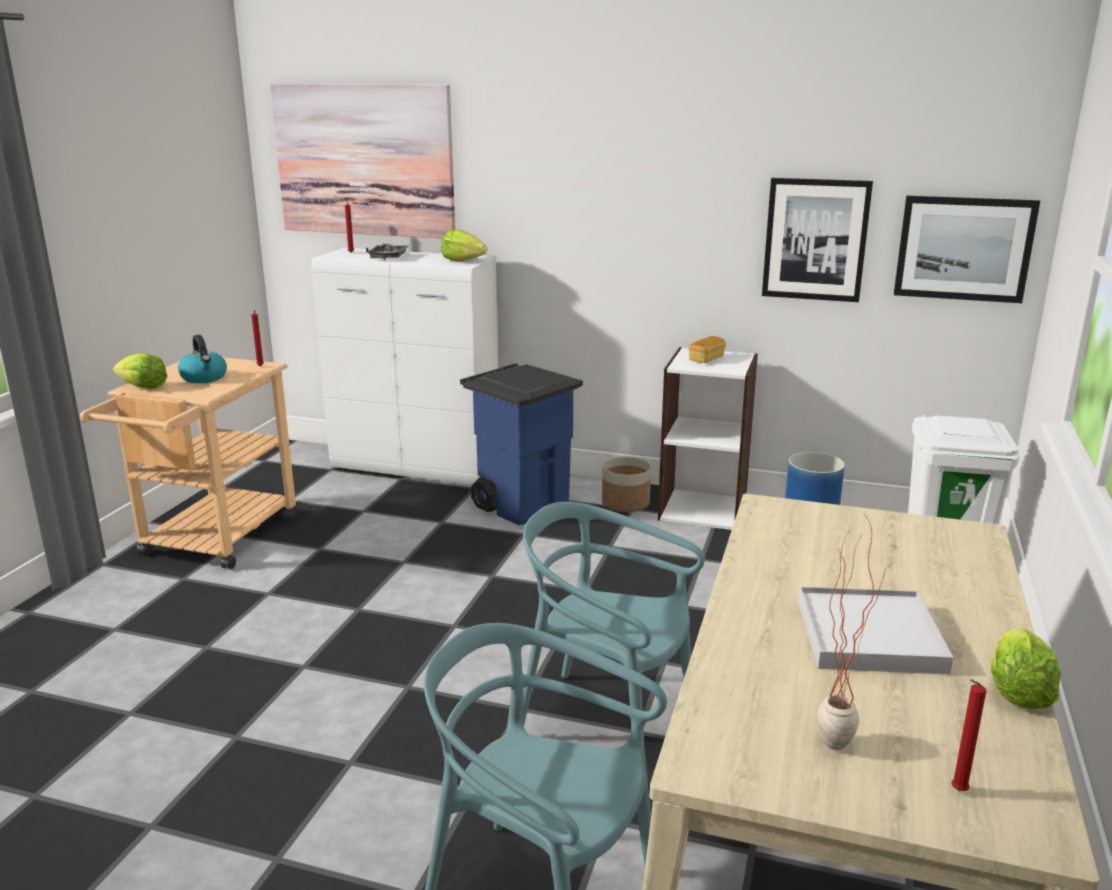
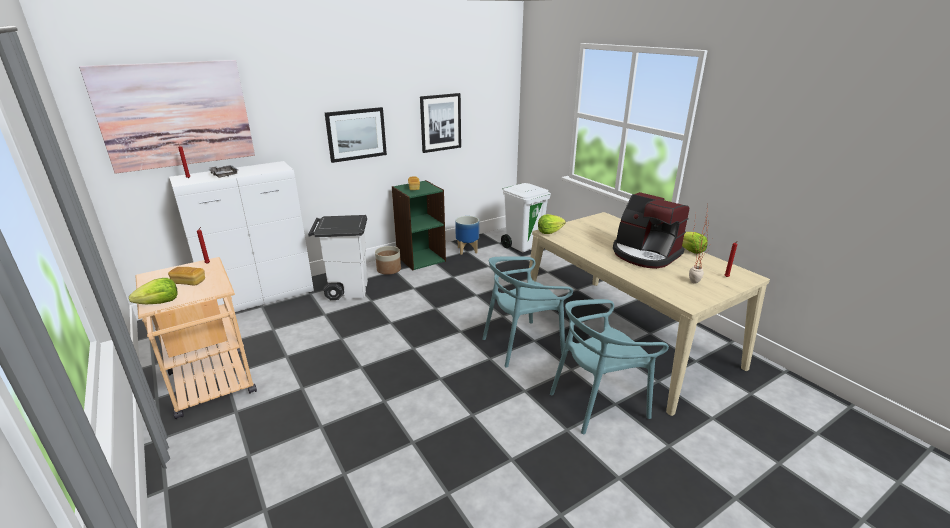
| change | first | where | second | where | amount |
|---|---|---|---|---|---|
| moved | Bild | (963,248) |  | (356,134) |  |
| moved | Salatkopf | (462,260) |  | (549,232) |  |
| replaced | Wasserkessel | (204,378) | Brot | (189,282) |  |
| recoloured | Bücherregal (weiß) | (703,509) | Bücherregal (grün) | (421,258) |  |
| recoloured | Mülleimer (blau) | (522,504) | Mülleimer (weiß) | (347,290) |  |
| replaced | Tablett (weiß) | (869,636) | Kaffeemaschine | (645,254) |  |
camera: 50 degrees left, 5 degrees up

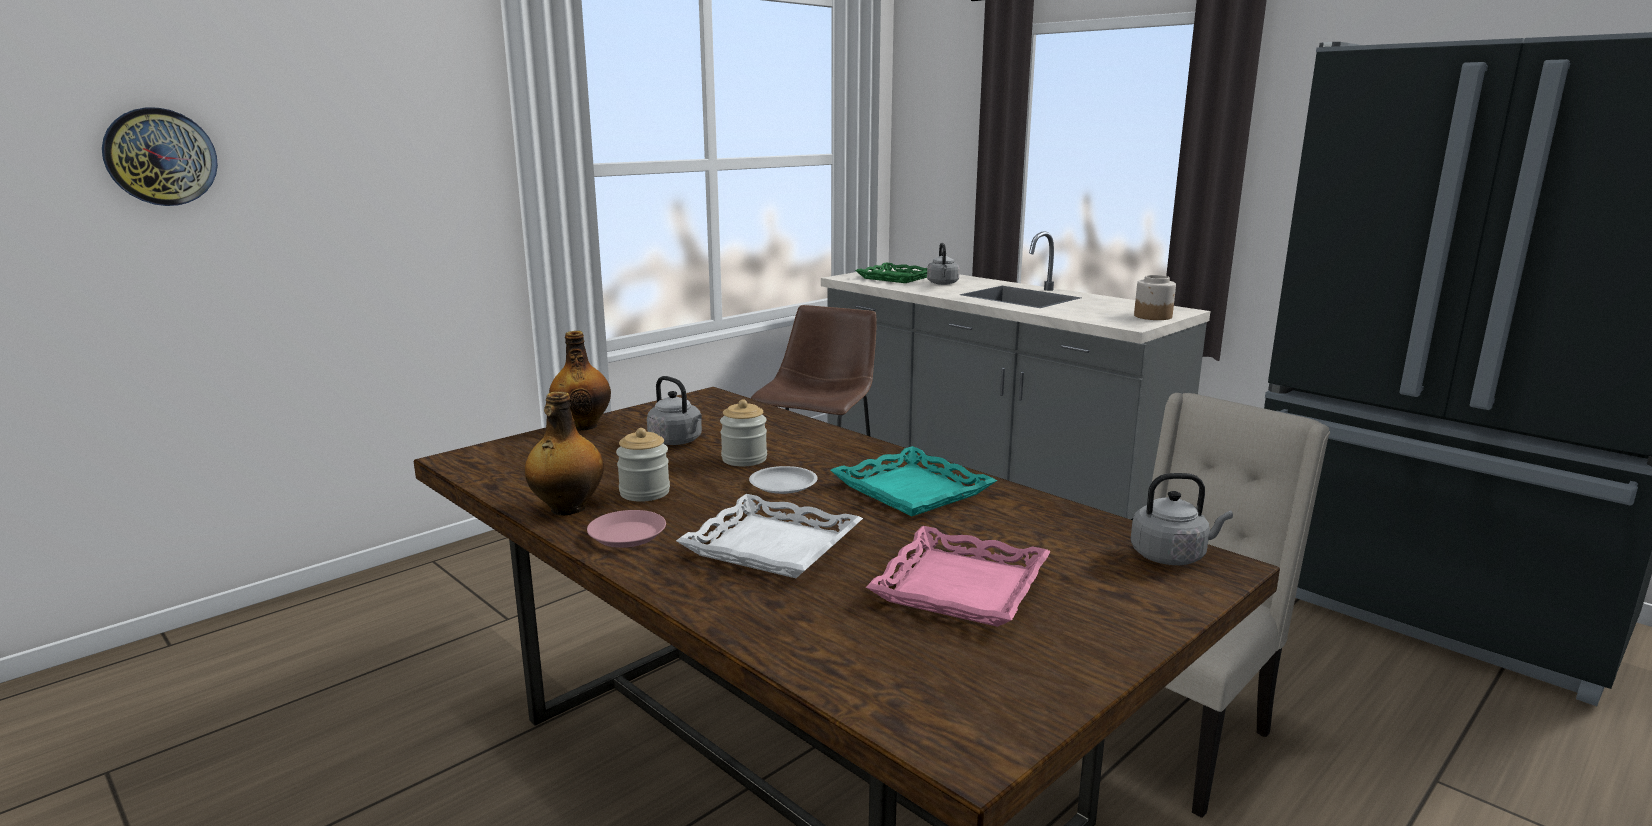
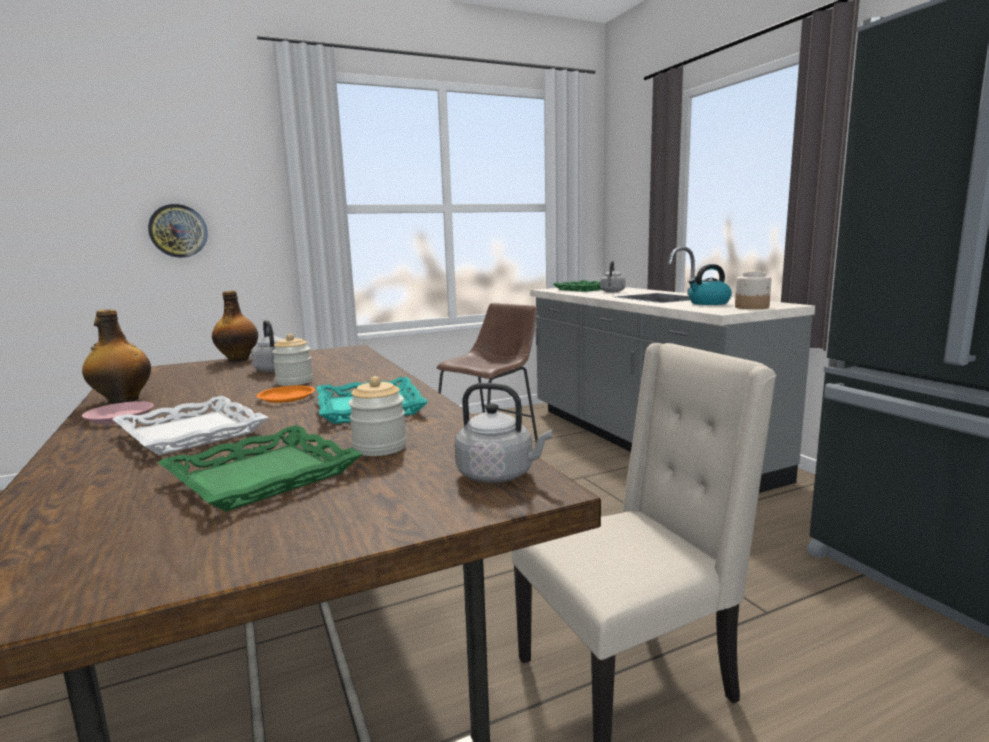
| change | first | where | second | where | amount |
|---|---|---|---|---|---|
| moved | Wanduhr | (160,157) |  | (178,231) |  |
| moved | Vorratsglas | (644,492) |  | (380,447) |  |
| recoloured | Teller (weiß) | (783,484) | Teller (orange) | (286,397) |  |
| recoloured | Tablett (rosa) | (962,587) | Tablett (grün) | (263,477) |  |
| added |  |  | Wasserkessel | (708,303) |  |
camera: 20 degrees right, 5 degrees down

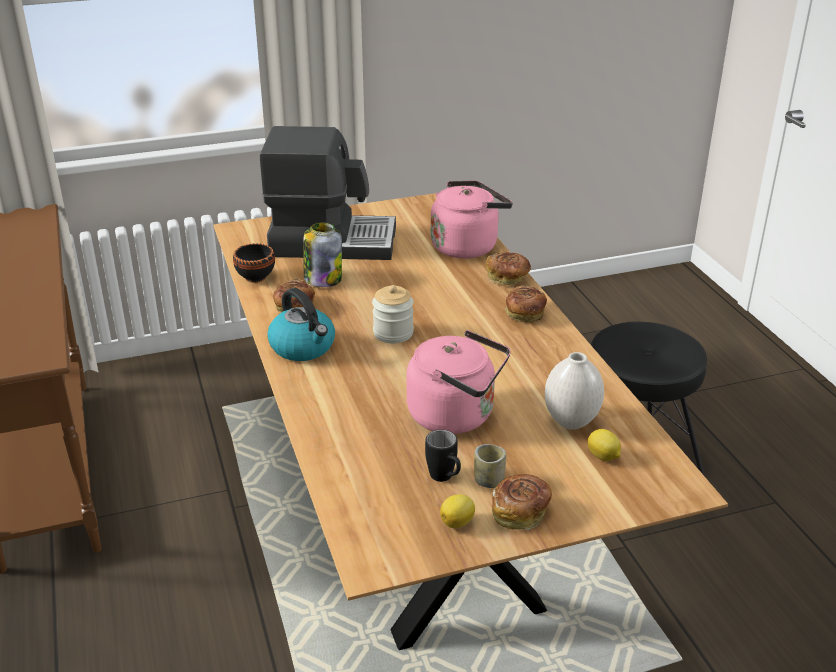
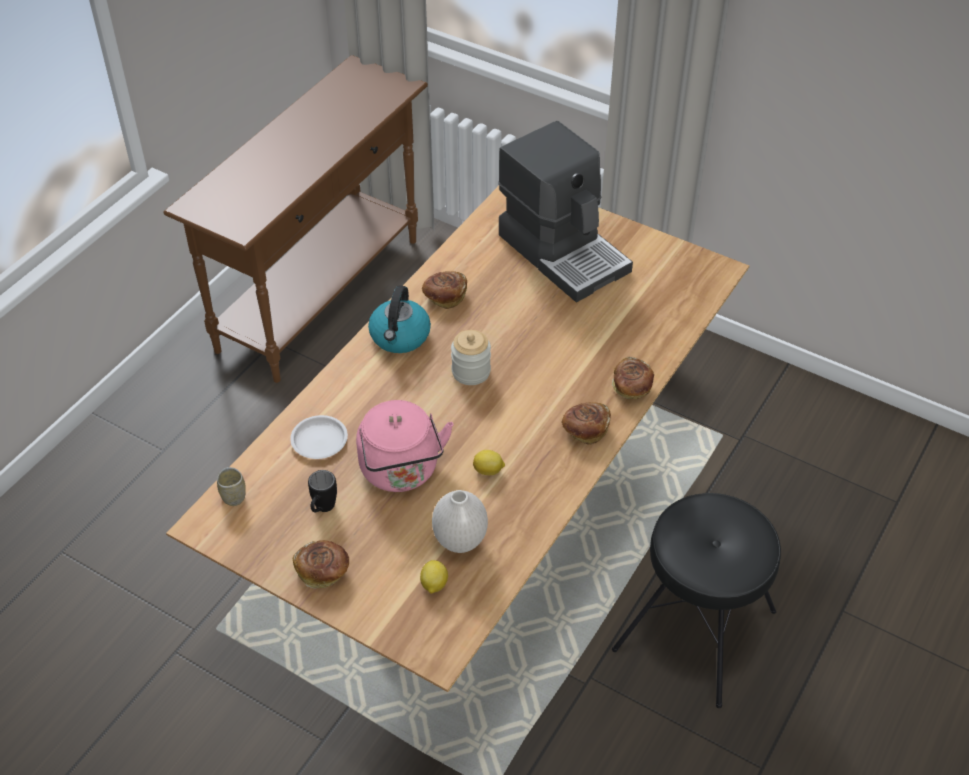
| change | first | where | second | where | amount |
|---|---|---|---|---|---|
| removed | Wasserkessel (rosa) | (467,246) |  |  |  |
| removed | Vorratsglas | (323,279) |  |  |  |
| removed | Schüssel (schwarz) | (254,278) |  |  |  |
| moved | Tasse | (489,481) |  | (233,497) |  |
| moved | Zitrone | (458,522) |  | (488,471) |  |
| added |  |  | Teller (weiß) | (319,440) |  |
camera: 50 degrees right, 15 degrees up

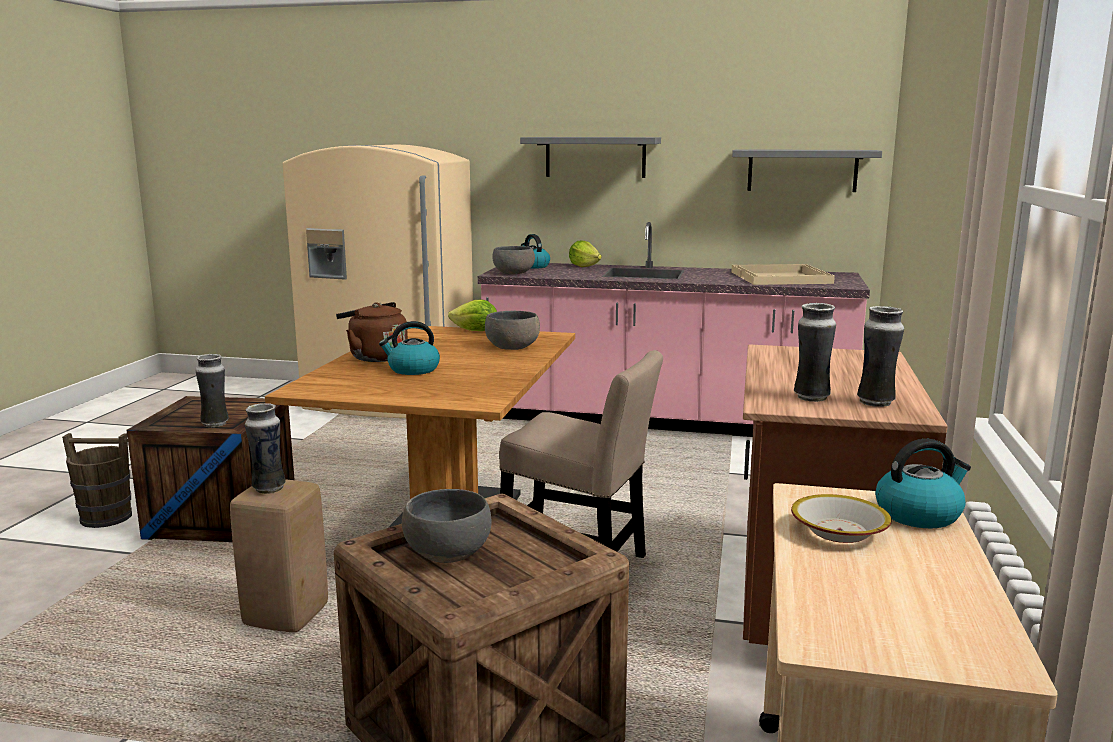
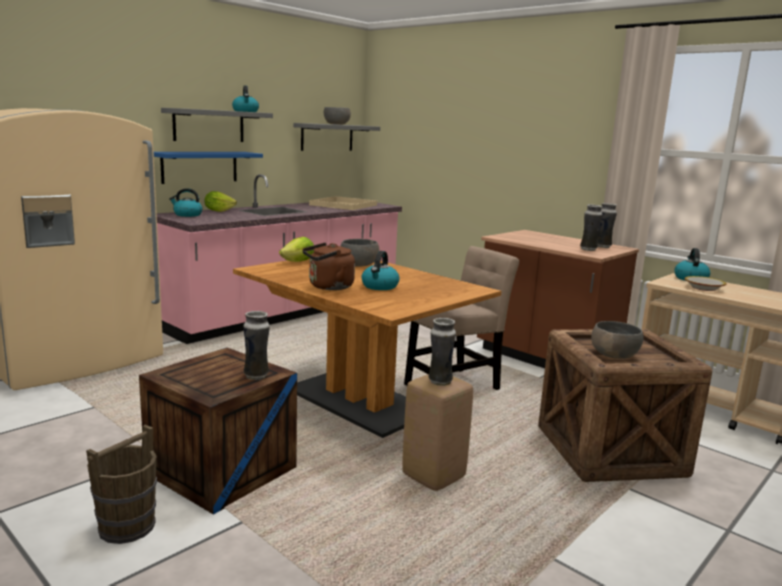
| change | first | where | second | where | amount |
|---|---|---|---|---|---|
| moved | Schüssel (grau) | (514,273) |  | (337,124) |  |
| added |  |  | Wasserkessel | (245,111) |  |
| added |  |  | Wandregal (blau) | (199,167) |  |
camera: 60 degrees left, 0 degrees up

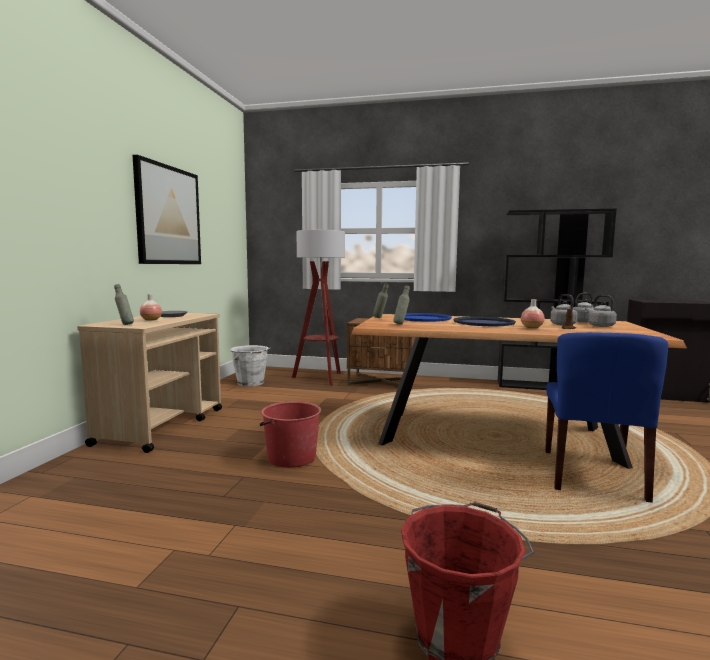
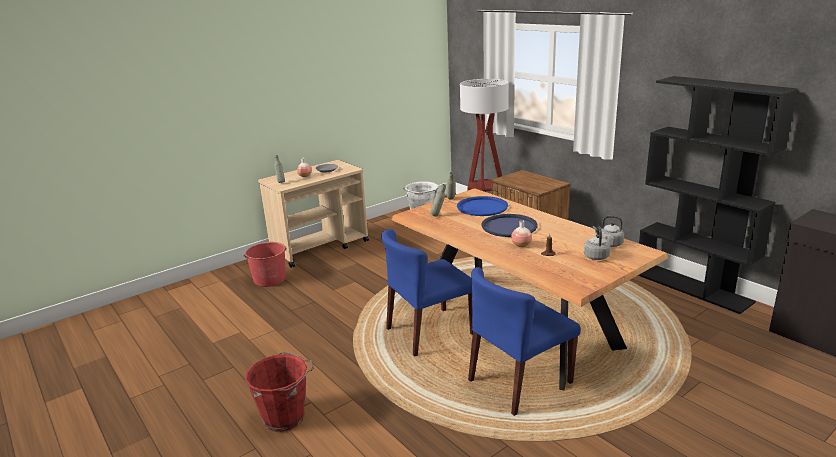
| change | first | where | second | where | amount |
|---|---|---|---|---|---|
| removed | Bild | (168,215) |  |  |  |
| removed | Wasserkessel (grau) | (562,324) |  |  |  |
| moved | Eimer (rot) | (291,457) |  | (269,279) |  |
| added |  |  | Stuhl (blau) | (429,332) |  |
camera: 40 degrees right, 15 degrees up

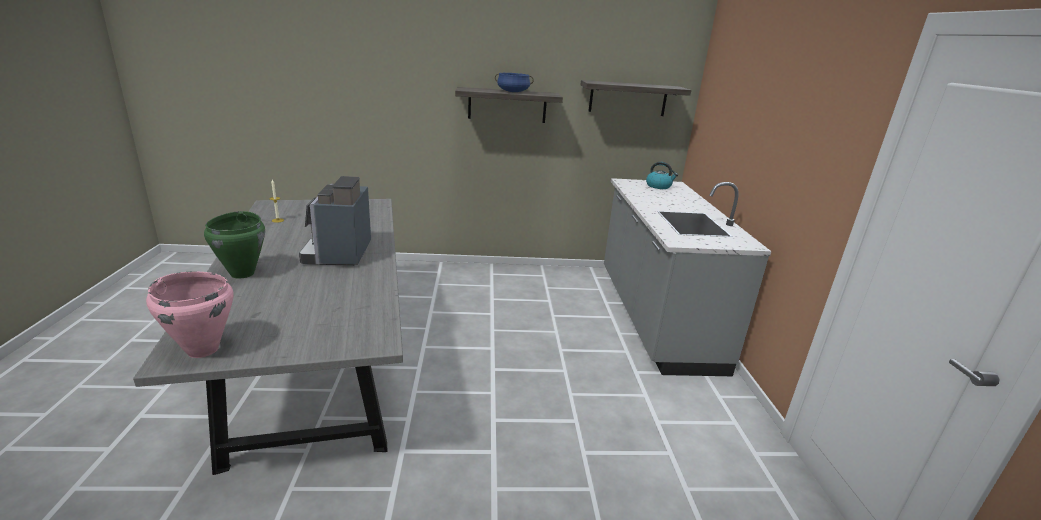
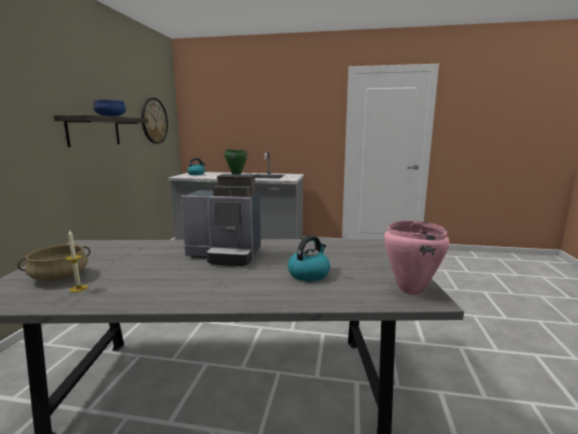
| change | first | where | second | where | amount |
|---|---|---|---|---|---|
| replaced | Wandregal | (628,98) | Wanduhr | (154,121) |  |
| moved | Kochtopf (grün) | (243,273) |  | (236,174) |  |
| added |  |  | Wasserkessel | (309,274) |  |
| added |  |  | Kochtopf (beige) | (60,277) |  |
camera: 75 degrees left, 10 degrees down

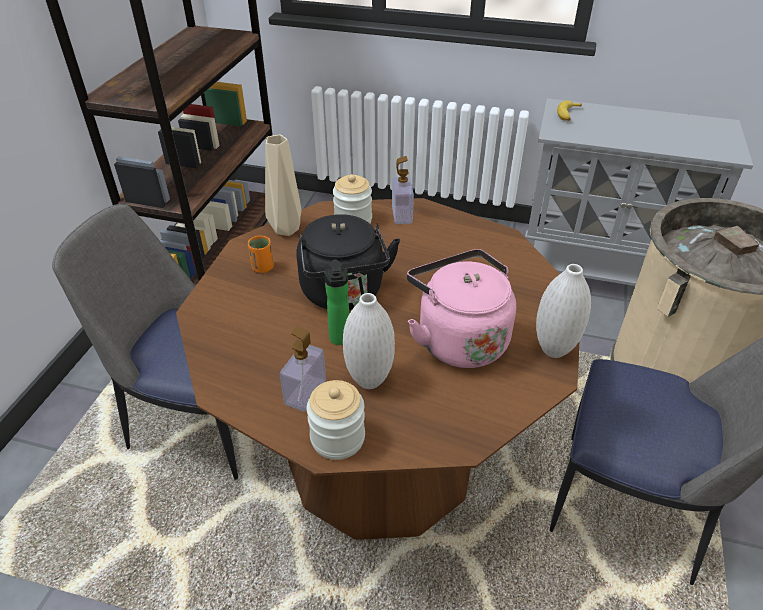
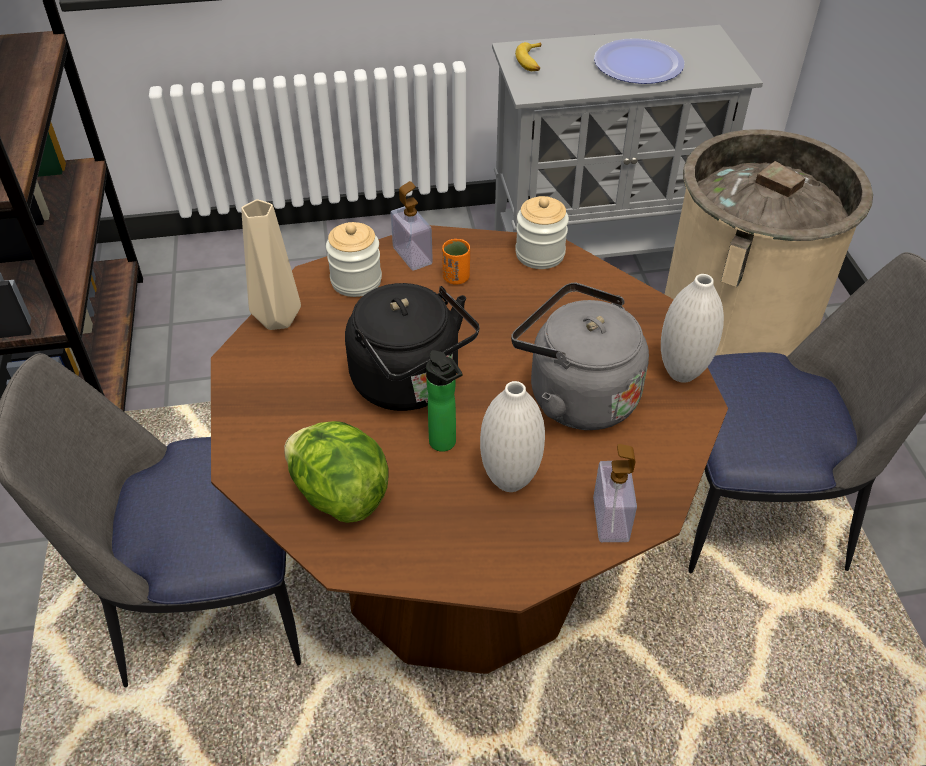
| change | first | where | second | where | amount |
|---|---|---|---|---|---|
| moved | Tasse (orange) | (263,267) |  | (456,278) |  |
| recoloured | Wasserkessel (rosa) | (458,339) | Wasserkessel (grau) | (576,395) |  |
| moved | Seifenspender | (305,393) |  | (610,519) |  |
| moved | Vorratsglas | (337,438) |  | (540,254) |  |
| added |  |  | Teller | (638,64) |  |
| added |  |  | Salatkopf | (339,494) |  |
camera: 25 degrees left, 5 degrees up

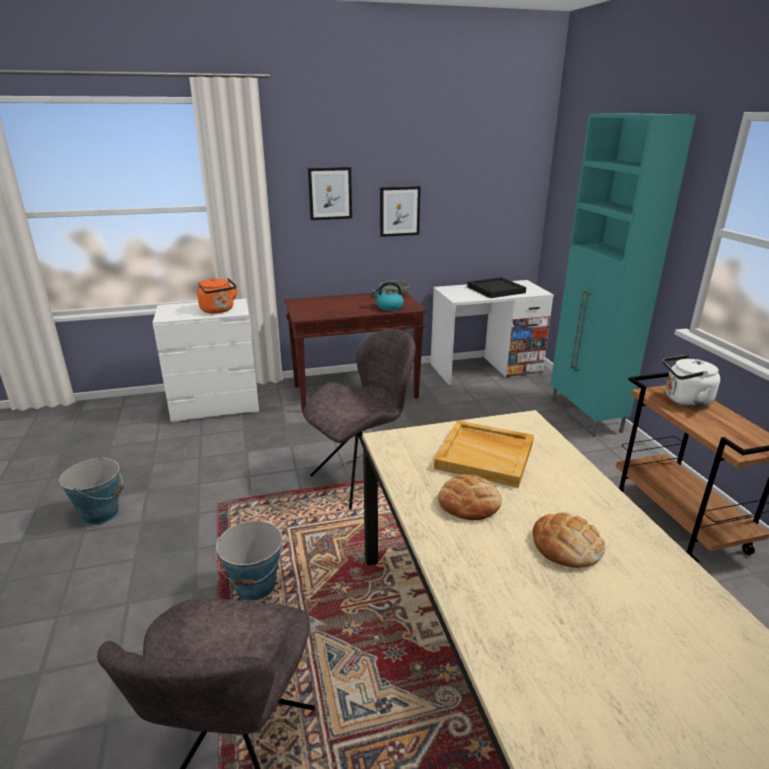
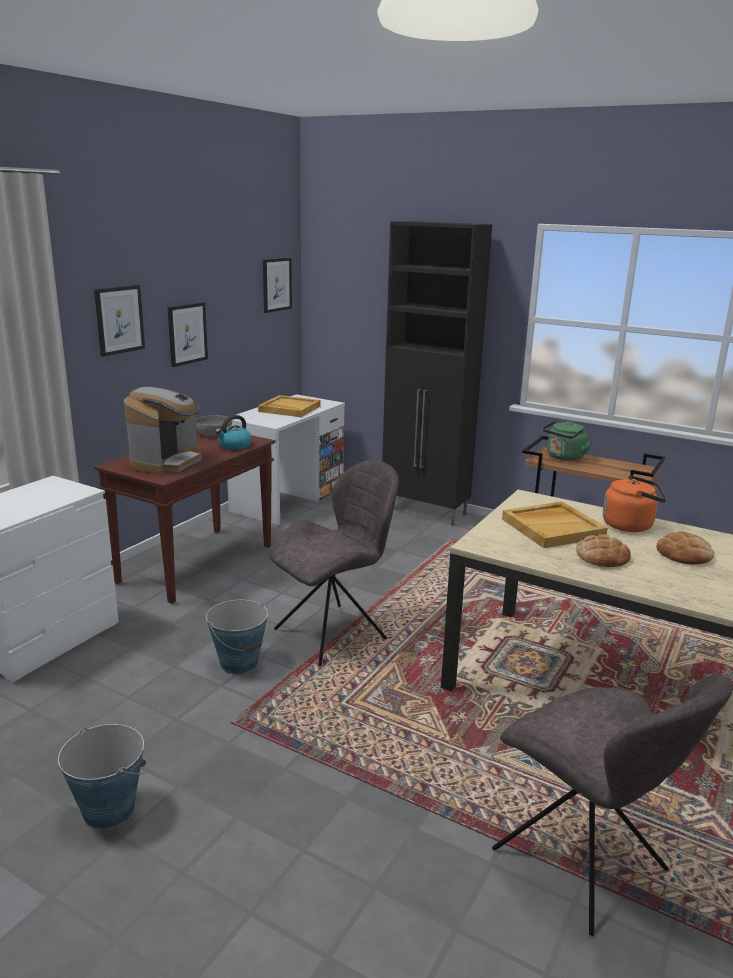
| change | first | where | second | where | amount |
|---|---|---|---|---|---|
| recoloured | Schrank (türkis) | (585,416) | Schrank (schwarz) | (425,512) |  |
| moved | Wasserkessel (orange) | (218,310) |  | (630,525) |  |
| recoloured | Tablett (schwarz) | (495,290) | Tablett (beige) | (289,409) |  |
| turned | Stuhl (grau) | (362,478) |  | (334,633) | 45 degrees clockwise |
| recoloured | Wasserkessel (weiß) | (684,400) | Wasserkessel (grün) | (564,457) |  |
| moved | Eimer | (255,586) |  | (239,663) |  |
| added |  |  | Bild | (276,284) |  |
| added |  |  | Kaffeemaschine | (167,462) |  |
camera: 45 degrees left, 5 degrees down

